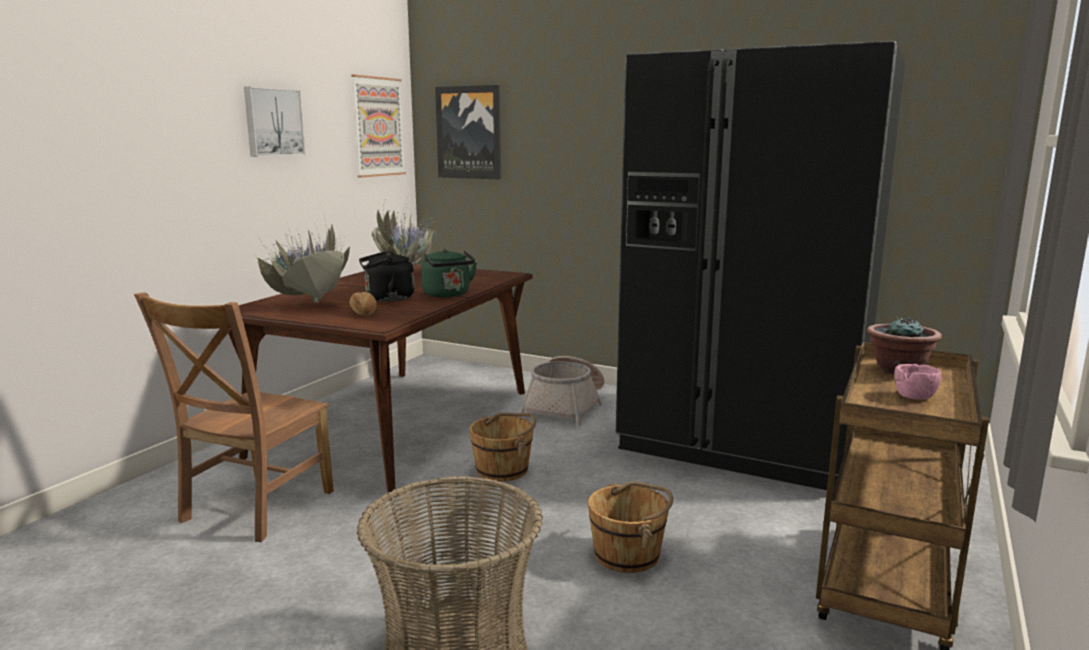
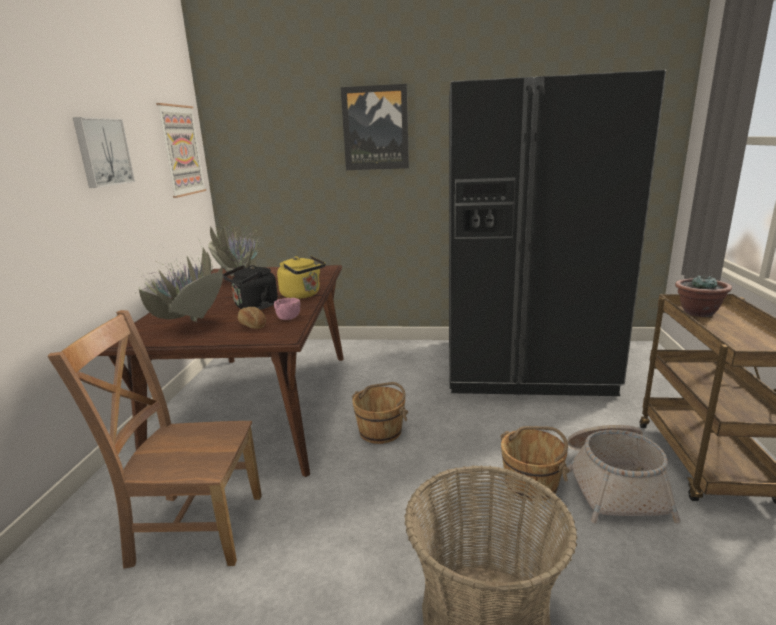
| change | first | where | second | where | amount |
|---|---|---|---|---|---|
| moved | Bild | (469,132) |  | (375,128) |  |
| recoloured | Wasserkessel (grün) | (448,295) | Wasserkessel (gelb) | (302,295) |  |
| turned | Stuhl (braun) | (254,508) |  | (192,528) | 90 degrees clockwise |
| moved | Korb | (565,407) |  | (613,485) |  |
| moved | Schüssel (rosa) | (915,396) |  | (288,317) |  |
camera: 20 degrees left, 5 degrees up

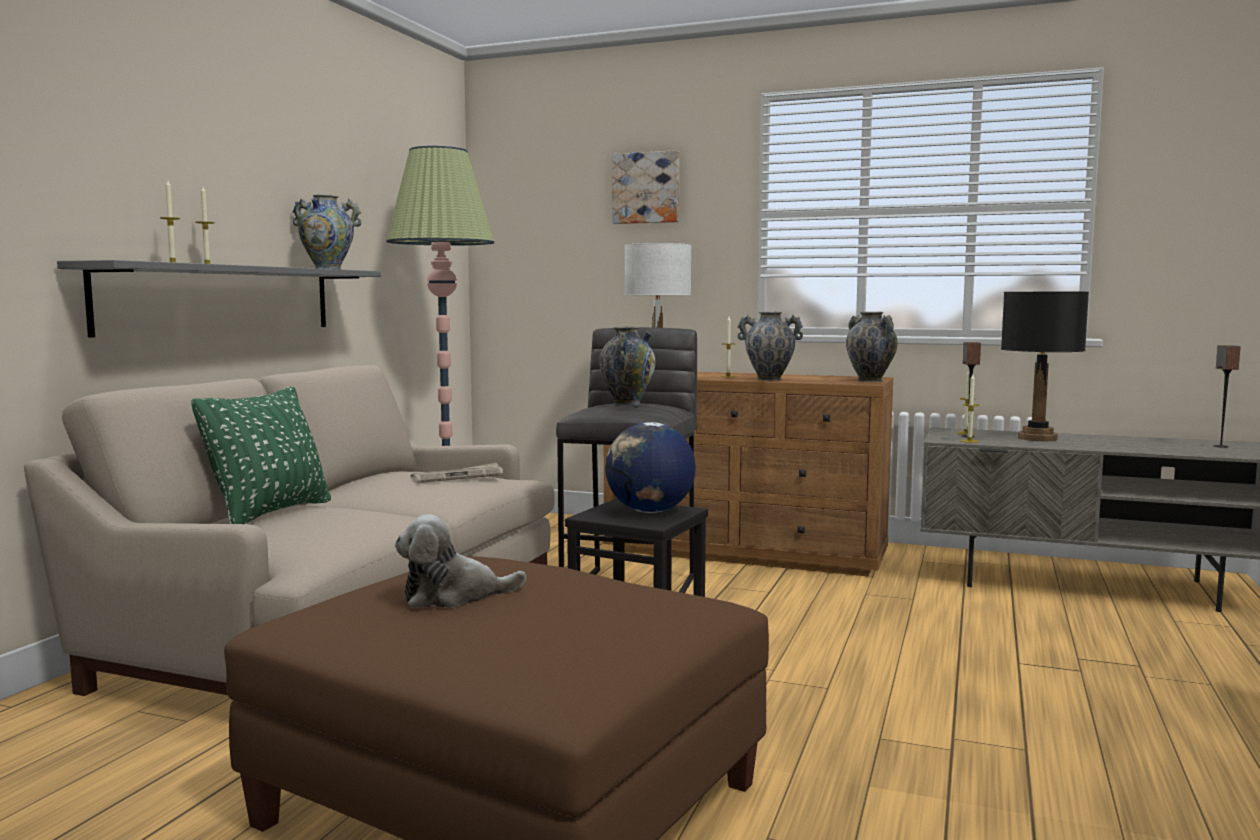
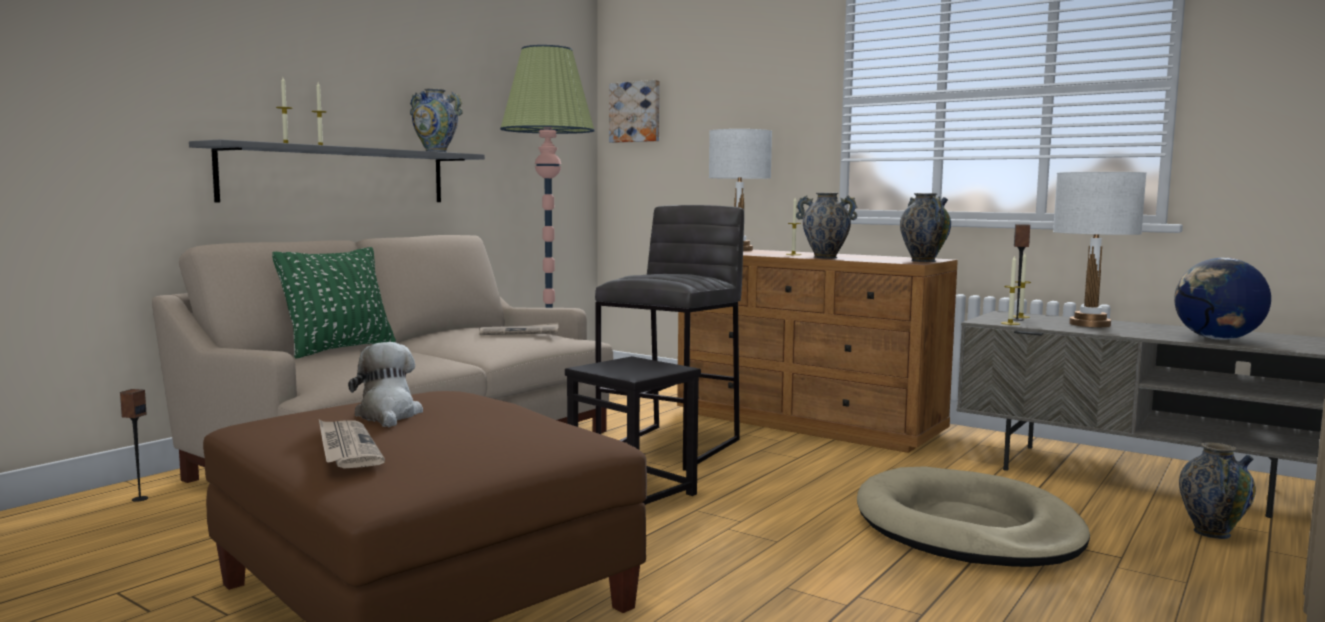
| change | first | where | second | where | amount |
|---|---|---|---|---|---|
| moved | Bild | (646,188) |  | (636,112) |  |
| recoloured | Tischlampe (schwarz) | (1037,438) | Tischlampe (weiß) | (1090,324) |  |
| moved | Vase | (627,404) |  | (1211,532) |  |
| moved | Lautsprecher | (1220,446) |  | (139,499) |  |
| moved | Globus | (649,511) |  | (1217,339) |  |
| turned | Plüschtier | (453,596) |  | (388,415) | 75 degrees clockwise |
| added |  |  | Zeitung | (346,447) |  |
| added |  |  | Hundebett (beige) | (966,527) |  |
camera: 15 degrees right, 0 degrees up

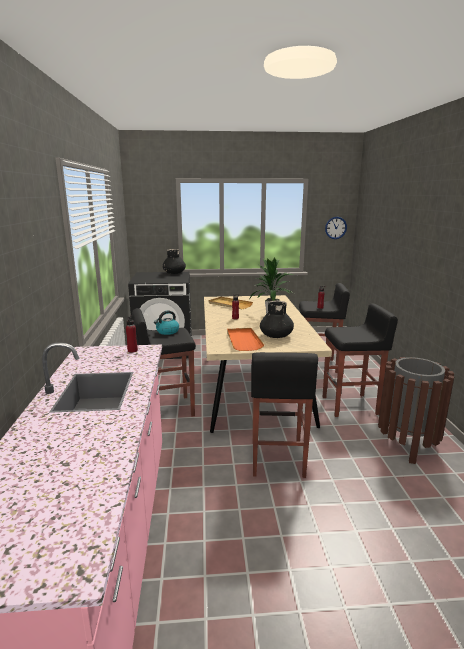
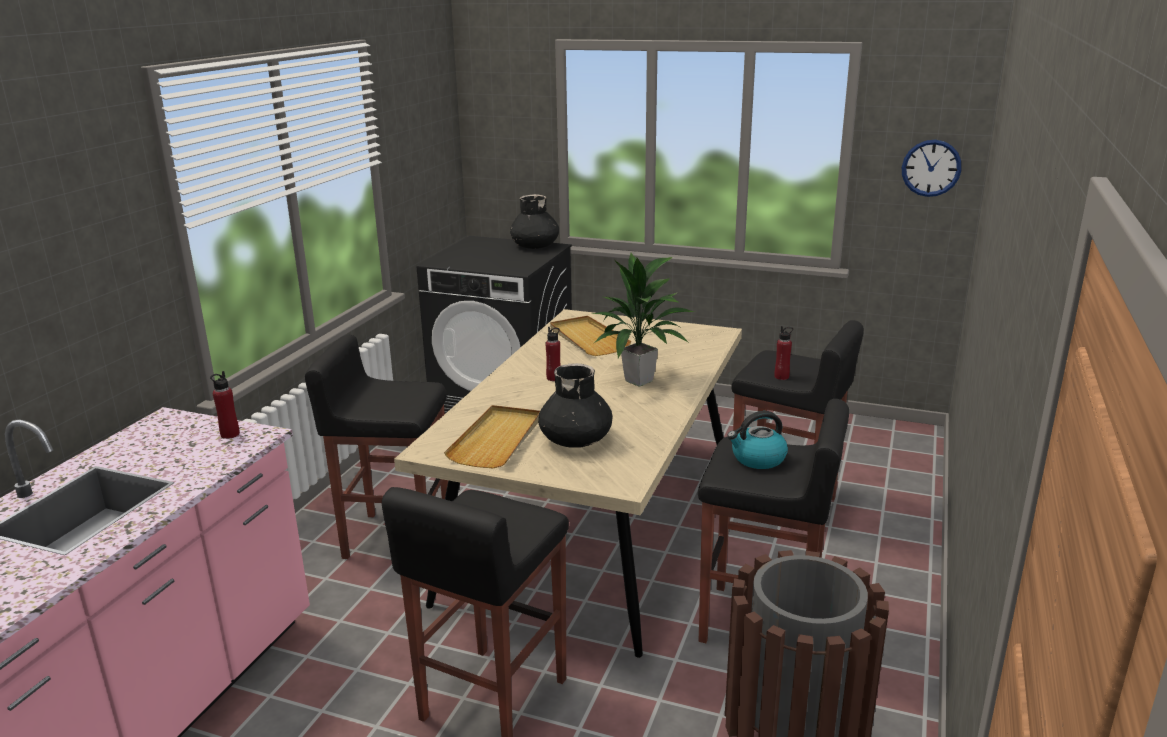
| change | first | where | second | where | amount |
|---|---|---|---|---|---|
| moved | Wasserkessel | (167,332) |  | (757,459) |  |
| recoloured | Tablett (orange) | (243,340) | Tablett (beige) | (497,440) |  |
camera: 25 degrees right, 5 degrees up

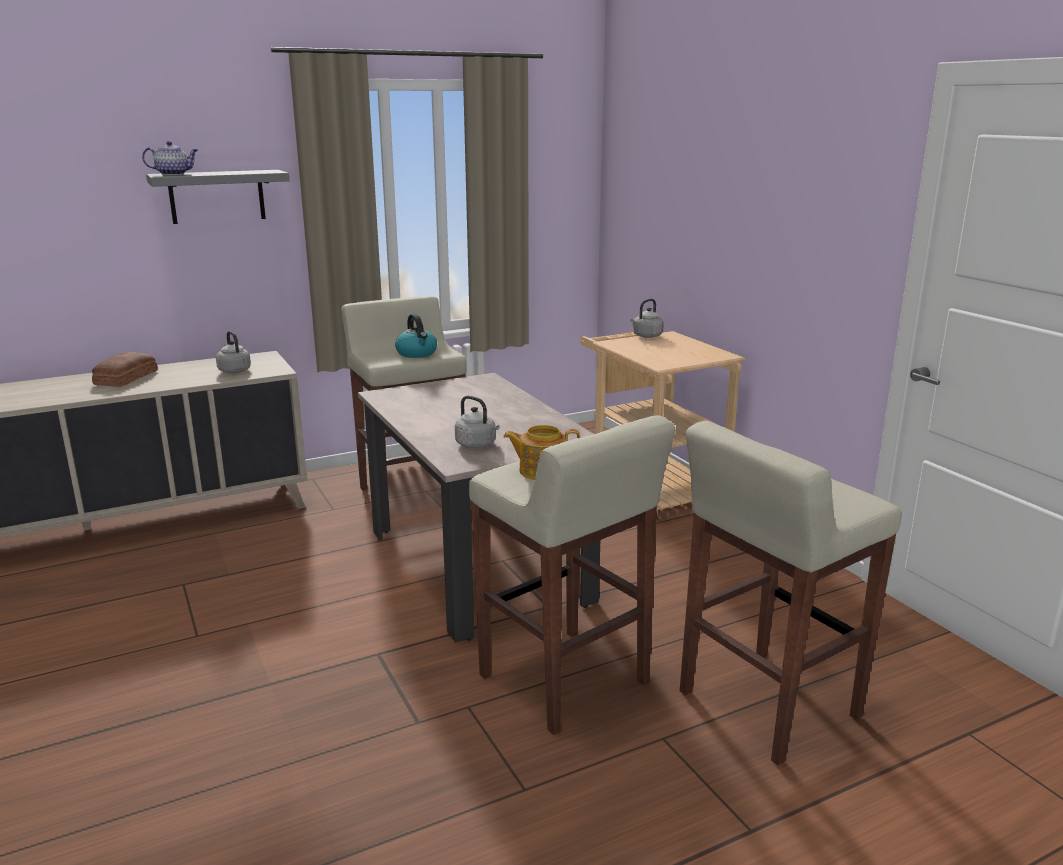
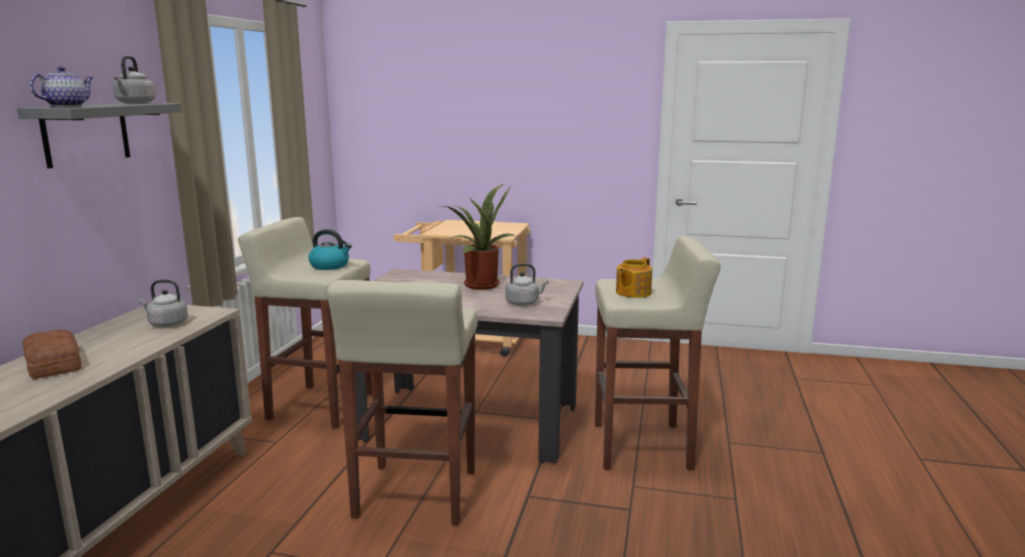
| change | first | where | second | where | amount |
|---|---|---|---|---|---|
| moved | Wasserkessel (grau) | (646,336) |  | (135,103) |  |
| moved | Hocker (beige) | (766,705) |  | (415,495) |  |
| added |  |  | Topfpflanze | (479,284) |  |
camera: 50 degrees left, 5 degrees down

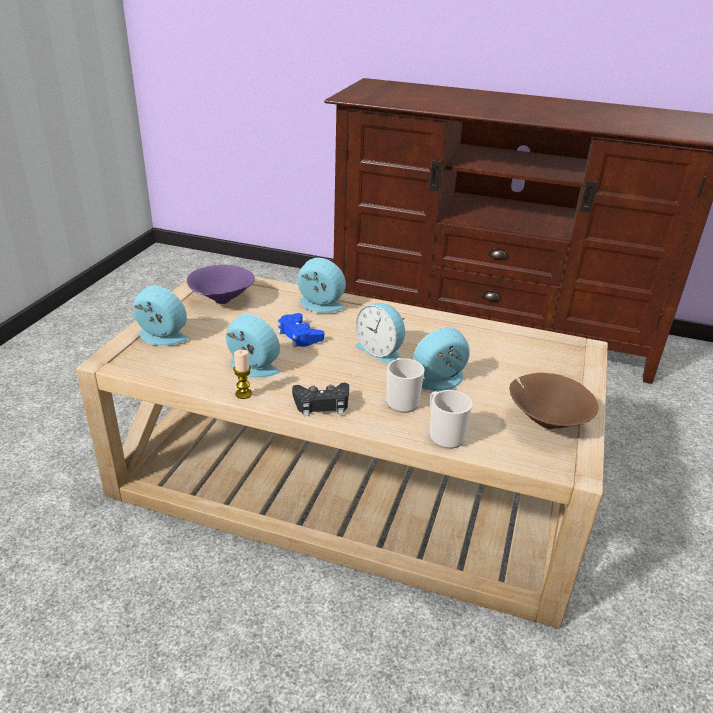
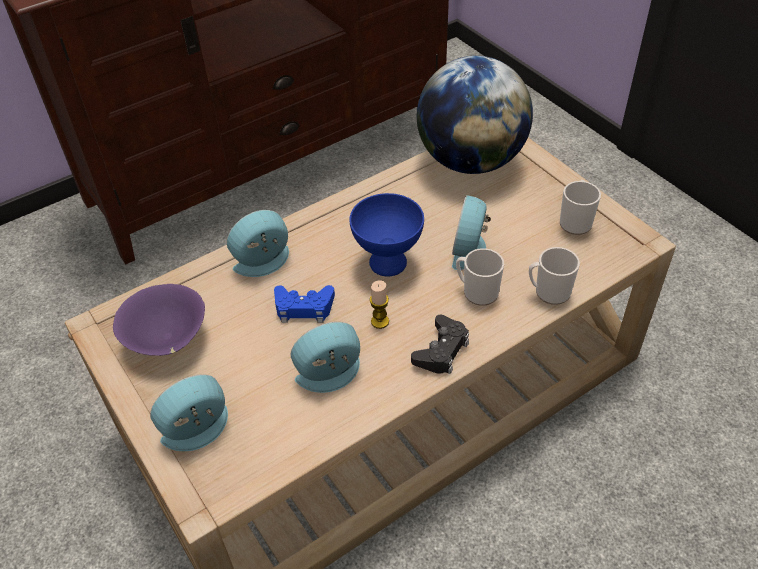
| change | first | where | second | where | amount |
|---|---|---|---|---|---|
| replaced | Wecker | (381,351) | Schüssel (blau) | (388,262) |  |
| moved | Kerze | (243,394) |  | (380,321) |  |
| replaced | Schüssel (braun) | (545,422) | Henkelbecher | (575,221) |  |
| added |  |  | Globus | (471,161) |  |
camera: 50 degrees left, 15 degrees up

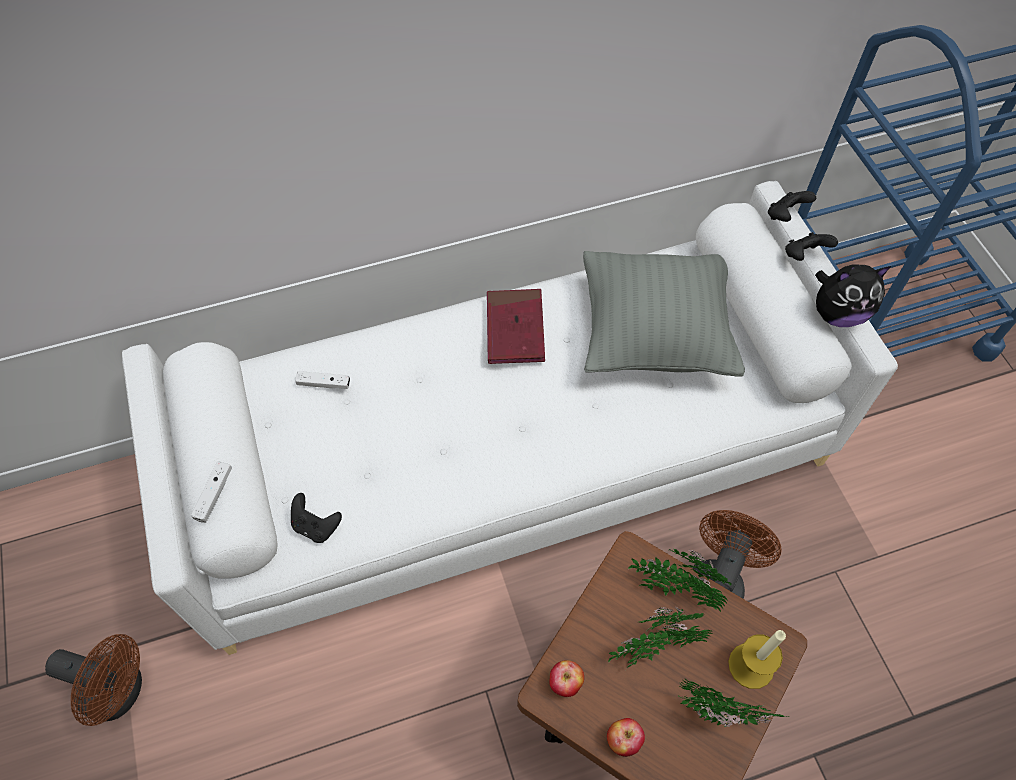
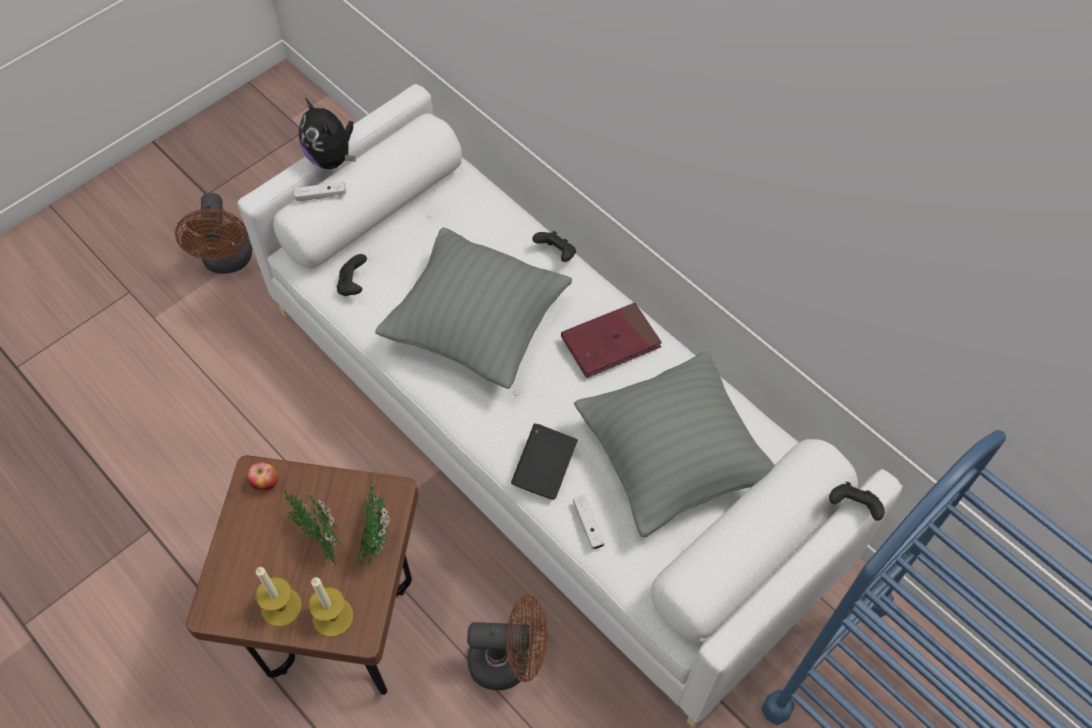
| change | first | where | second | where | amount |
|---|---|---|---|---|---|
| moved | Gamepad (schwarz) | (804,256) |  | (556,254) |  |
| moved | Plüschtier | (837,313) |  | (332,158) |  |
| moved | Gamepad (weiß) | (324,384) |  | (588,525) |  |
| replaced | Topfpflanze | (722,716) | Kerze | (281,607) |  |
| removed | Apfel | (623,740) |  |  |  |
| added |  |  | Kissen (grau) | (476,327) |  |
| added |  |  | Buch (schwarz) | (544,469) |  |
camera: 65 degrees right, 0 degrees up

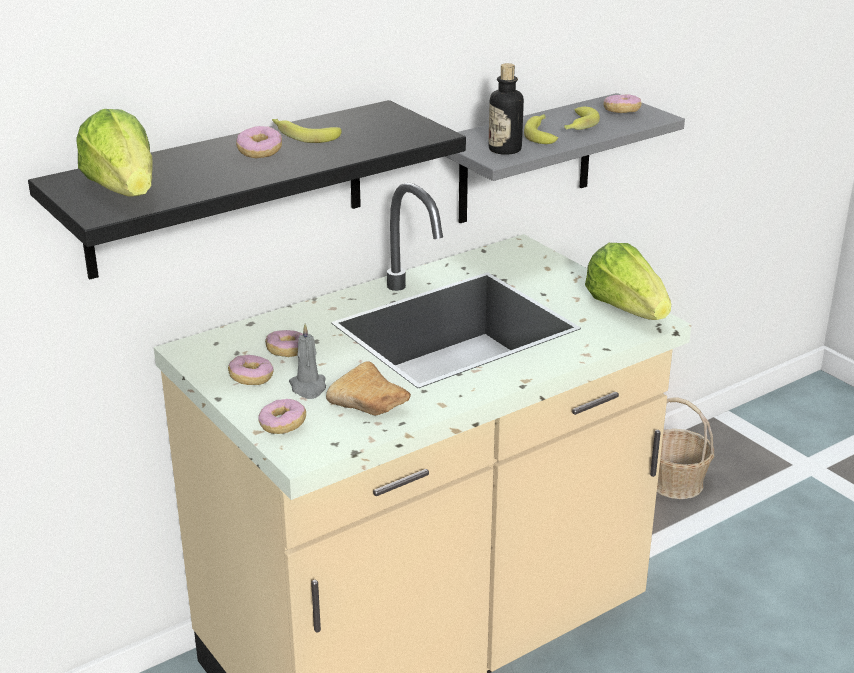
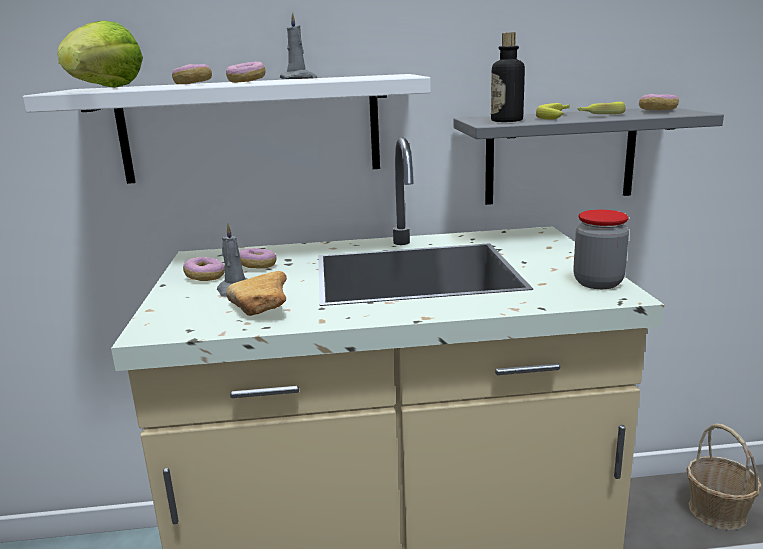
| change | first | where | second | where | amount |
|---|---|---|---|---|---|
| recoloured | Wandregal (schwarz) | (227,189) | Wandregal (weiß) | (251,129) |  |
| replaced | Banane | (303,135) | Kerze (grau) | (299,79) |  |
| replaced | Salatkopf | (626,309) | Vorratsglas | (598,283) |  |
| moved | Donut | (283,425) |  | (193,84) |  |
camera: 30 degrees right, 10 degrees down

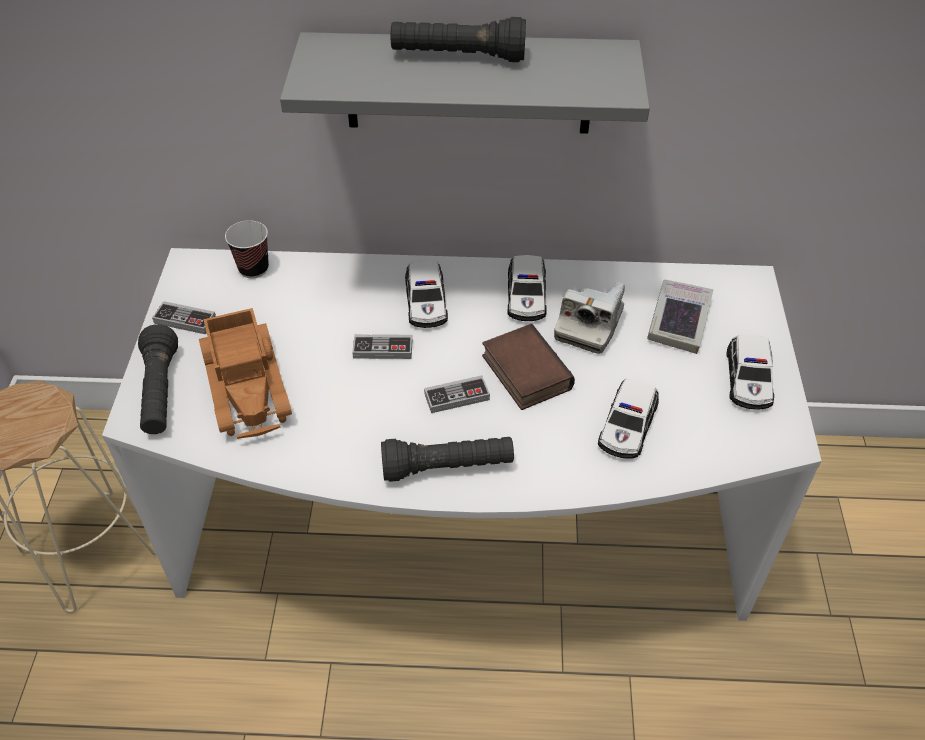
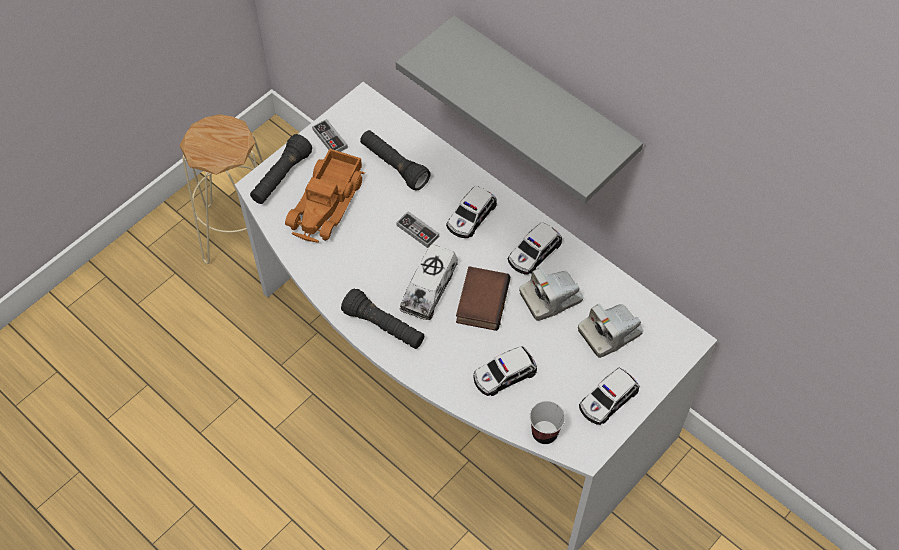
| change | first | where | second | where | amount |
|---|---|---|---|---|---|
| moved | Taschenlampe (schwarz) | (458,57) |  | (394,166) |  |
| moved | Tasse | (253,269) |  | (544,433) |  |
| replaced | Buch | (678,320) | Kamera | (609,333) |  |
| replaced | Gamepad | (457,397) | Spielzeuglaster | (429,289) |  |
camera: 40 degrees right, 10 degrees up

